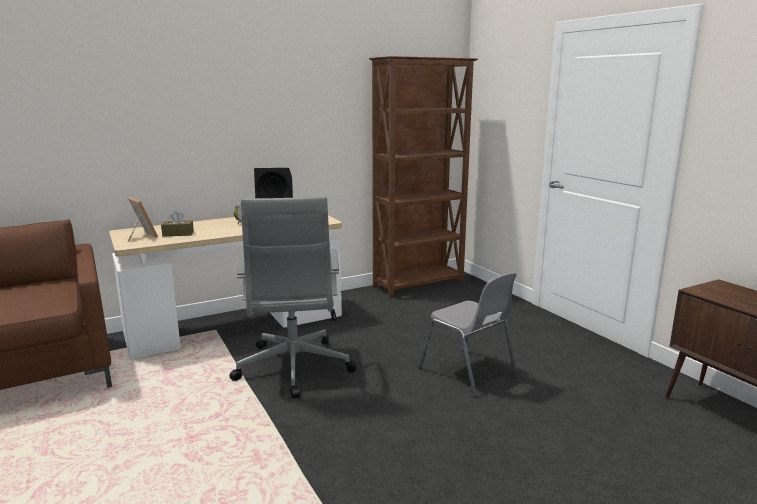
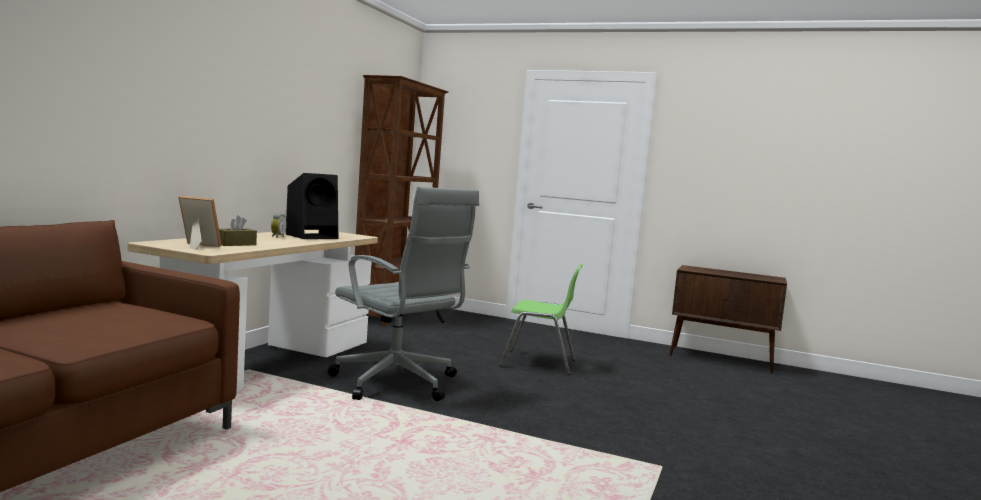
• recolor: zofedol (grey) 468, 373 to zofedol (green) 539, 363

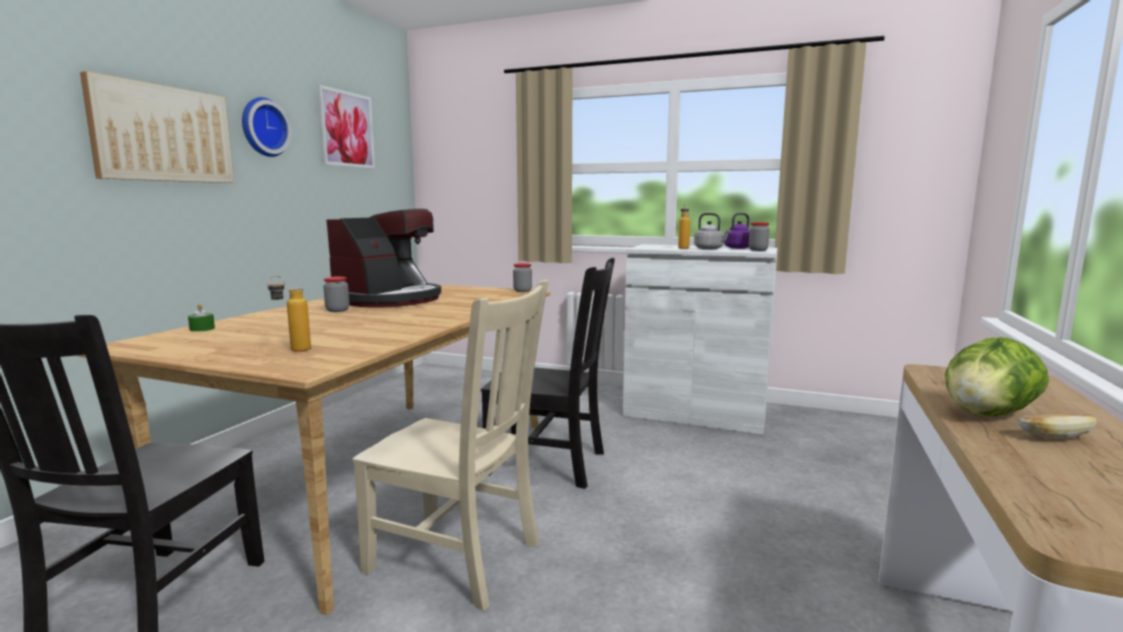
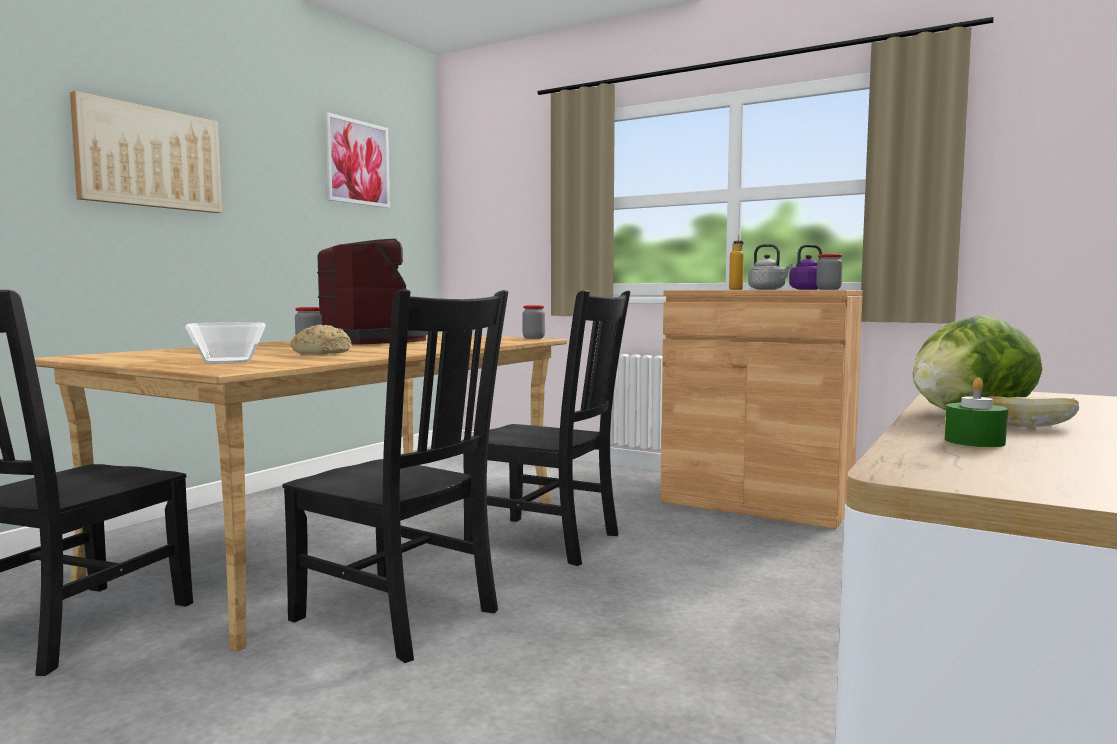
• delete: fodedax 263, 127
• rotate: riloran 390, 300 = 375, 340 75 degrees counterclockwise
• recolor: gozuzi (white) 695, 413 to gozuzi (brown) 756, 504
• replace: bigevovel 292, 350 to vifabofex 228, 362
• recolor: zofedol (beige) 459, 559 to zofedol (black) 399, 617
• move: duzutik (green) 202, 329 to 974, 441
• insert: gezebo 321, 353

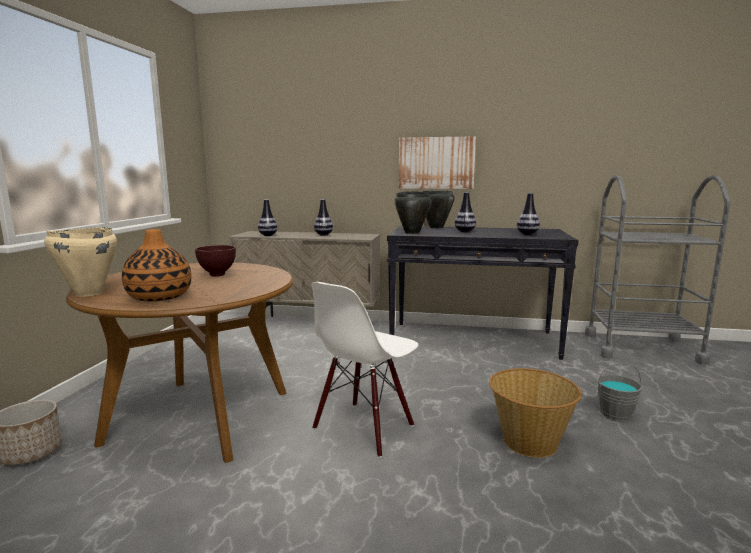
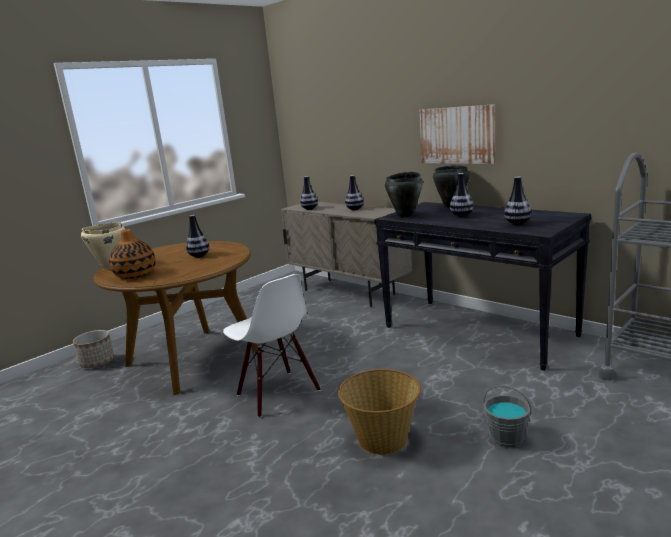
• replace: vifabofex (brown) 217, 275 to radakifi 199, 256
• rotate: zofedol (white) 364, 428 = 277, 393 105 degrees counterclockwise

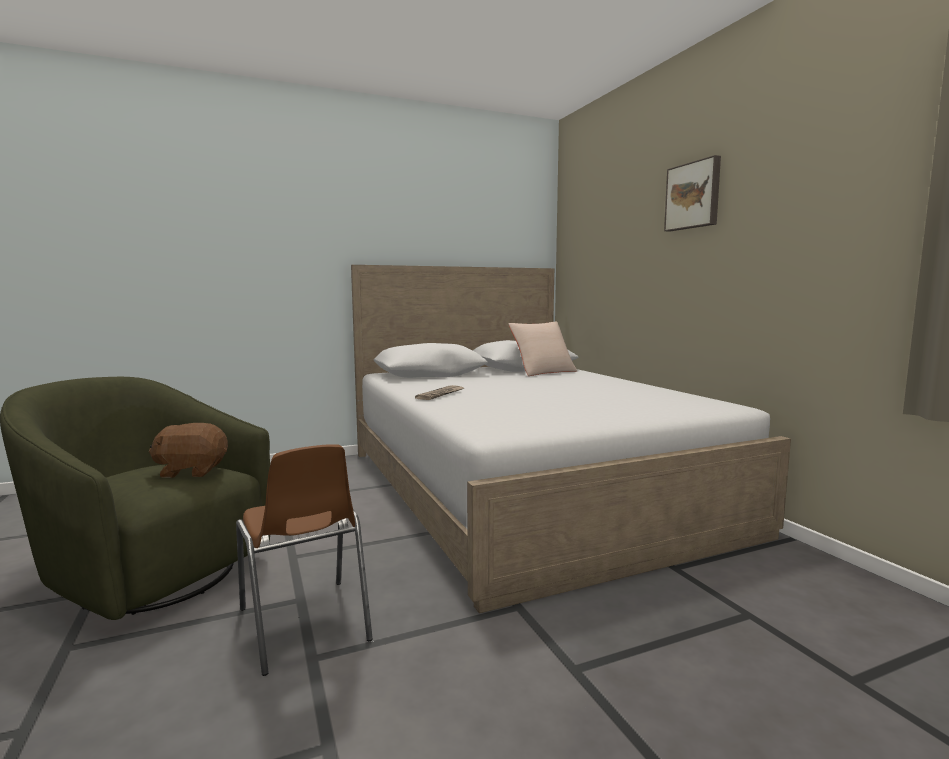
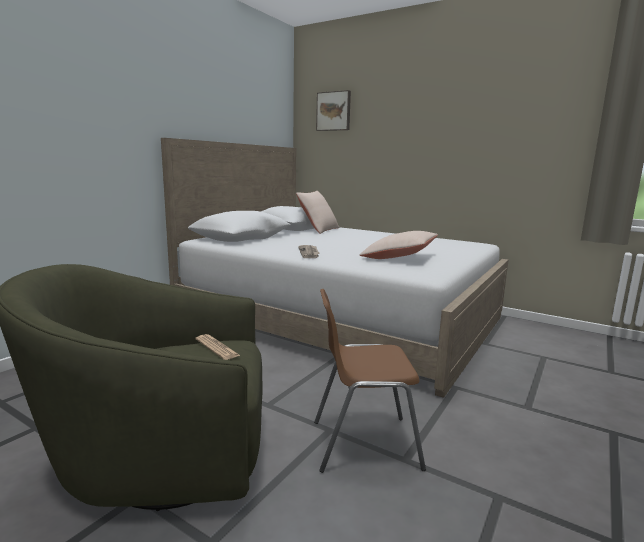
• move: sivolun 693, 195 to 334, 111
• replace: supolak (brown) 192, 471 to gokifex 217, 347
• rotate: zofedol (brown) 304, 625 = 363, 443 150 degrees clockwise
• insert: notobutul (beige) 399, 257

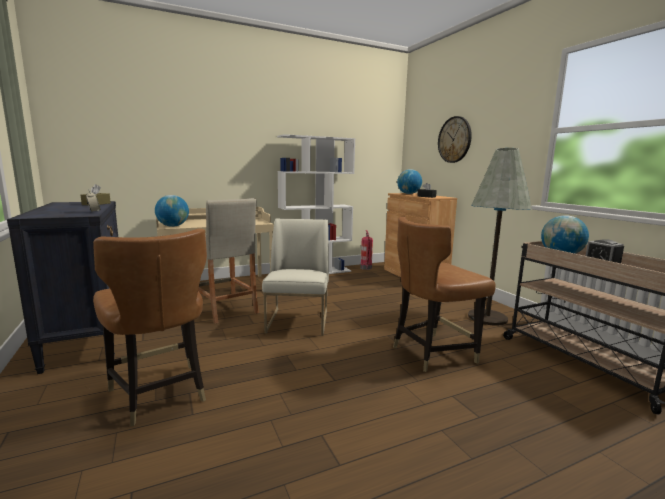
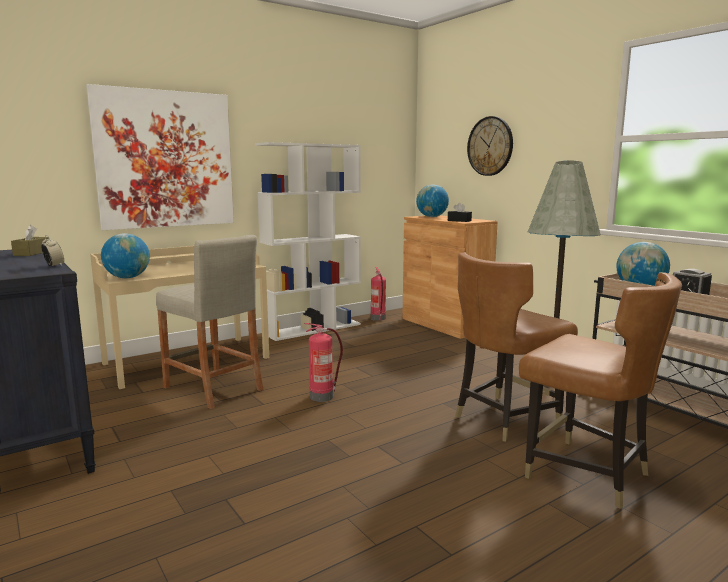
• replace: zofedol (white) 298, 322 to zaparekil 322, 396
• move: zofedol (brown) 160, 393 to 587, 473
• insert: sivolun 165, 159

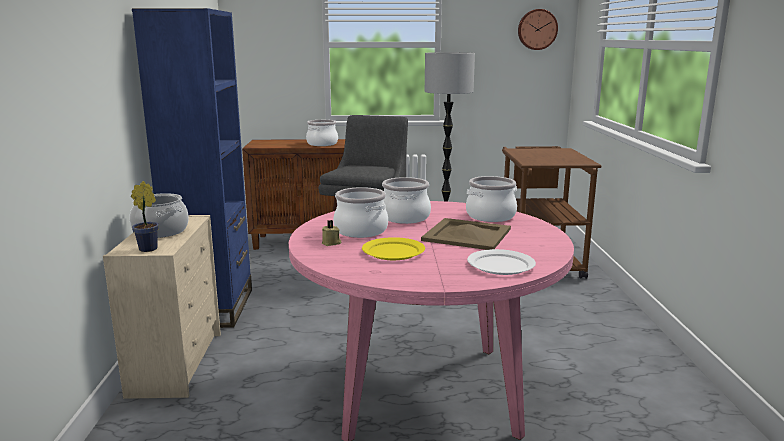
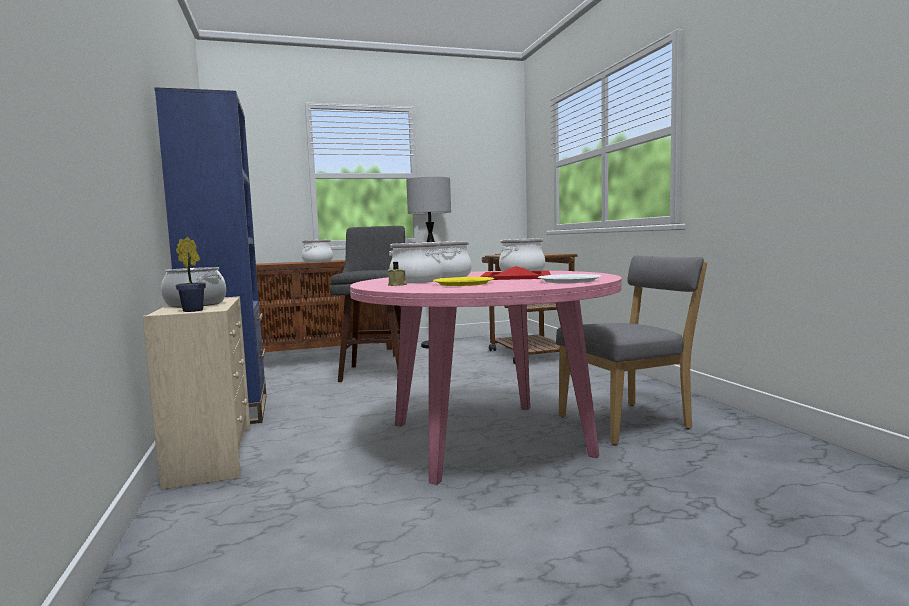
• delete: fodedax 537, 29
• recolor: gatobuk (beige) 466, 234 to gatobuk (red) 515, 276
• insert: zofedol (grey) 629, 422

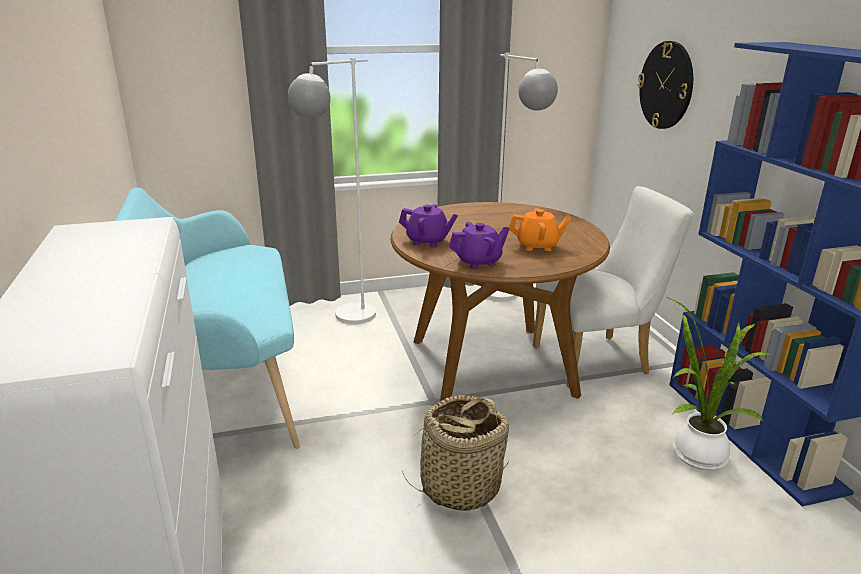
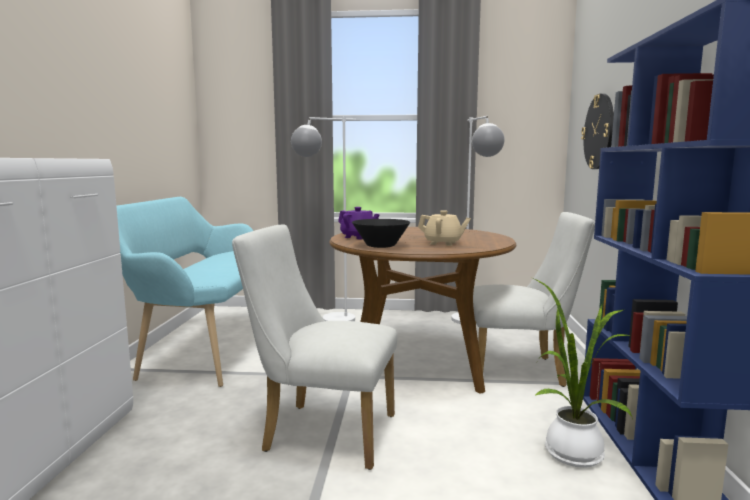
• recolor: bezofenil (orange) 537, 246 to bezofenil (beige) 443, 243
• replace: bezofenil (purple) 479, 262 to vifabofex (black) 380, 246
• replace: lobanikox 459, 486 to zofedol (white) 321, 432

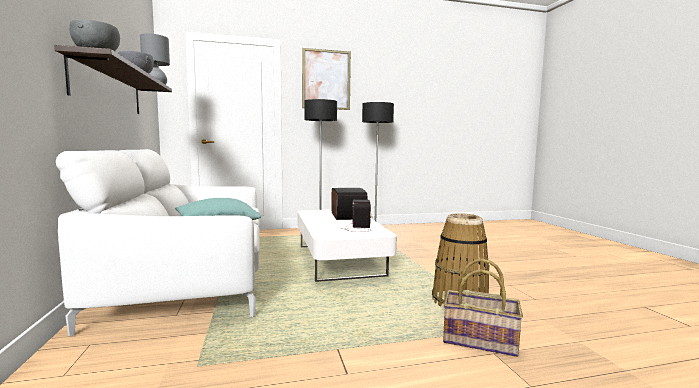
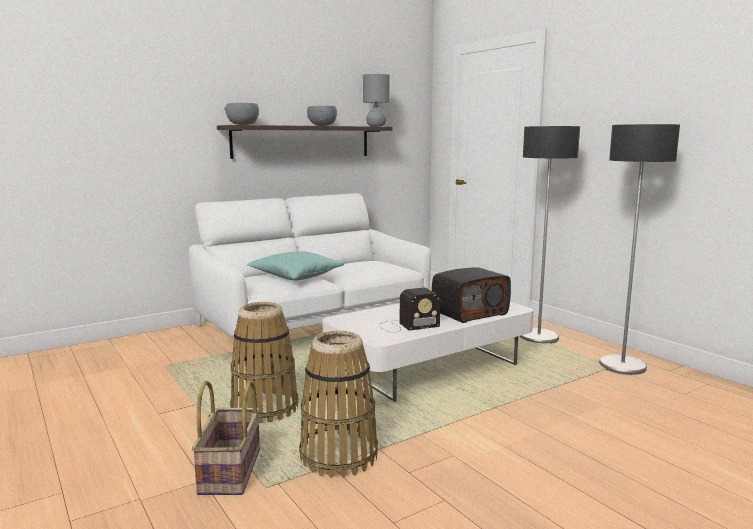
• delete: sivolun 326, 79
• insert: lobanikox 265, 408

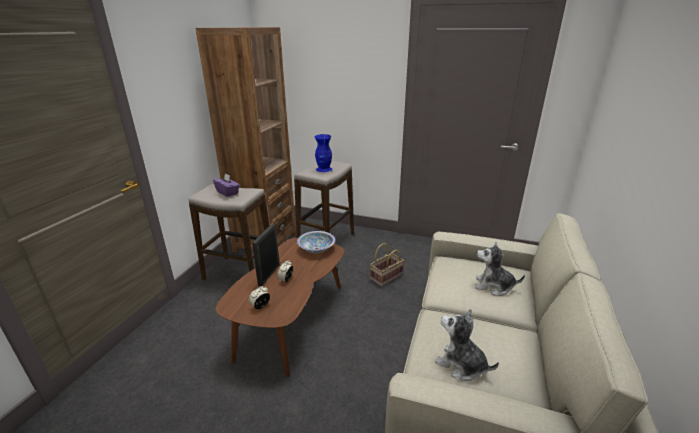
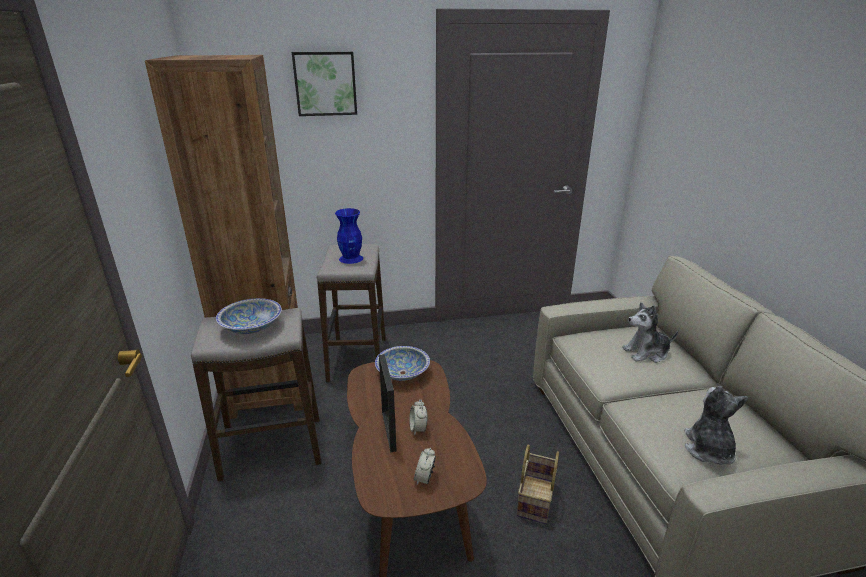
• replace: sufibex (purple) 228, 192 to vifabofex 251, 327
• move: lobanikox 386, 277 to 536, 500
• rotate: supolak 461, 365 = 708, 449 90 degrees clockwise
• insert: sivolun 325, 83

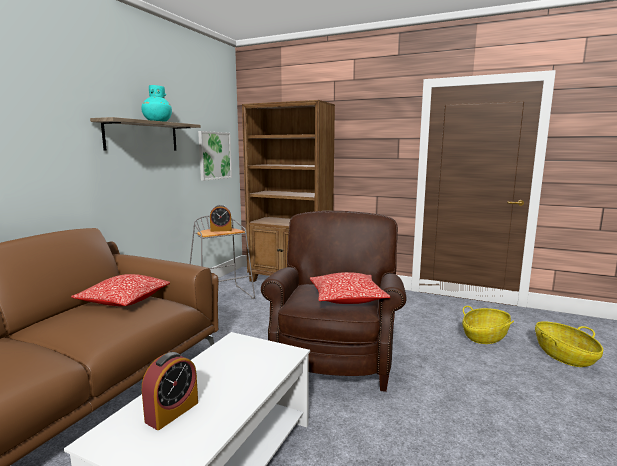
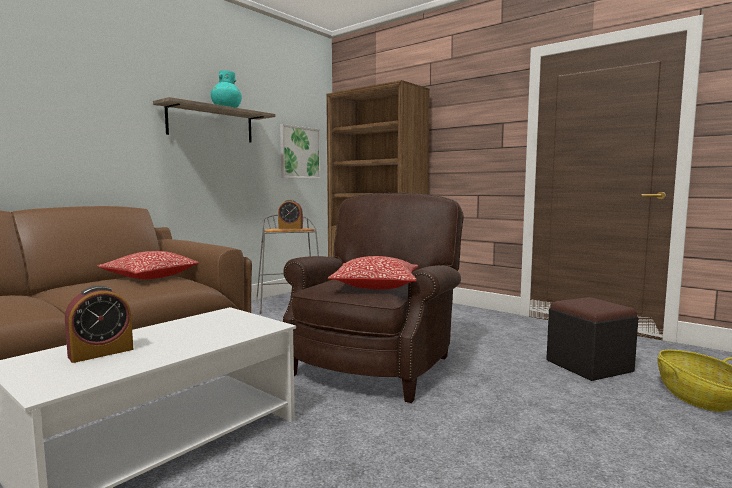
• replace: lobanikox 485, 336 to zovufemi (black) 588, 366

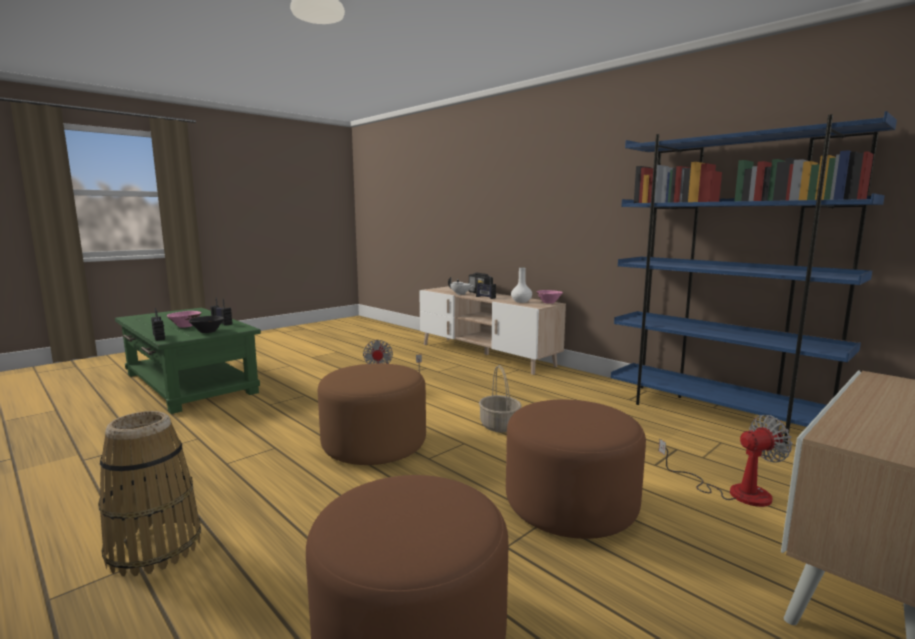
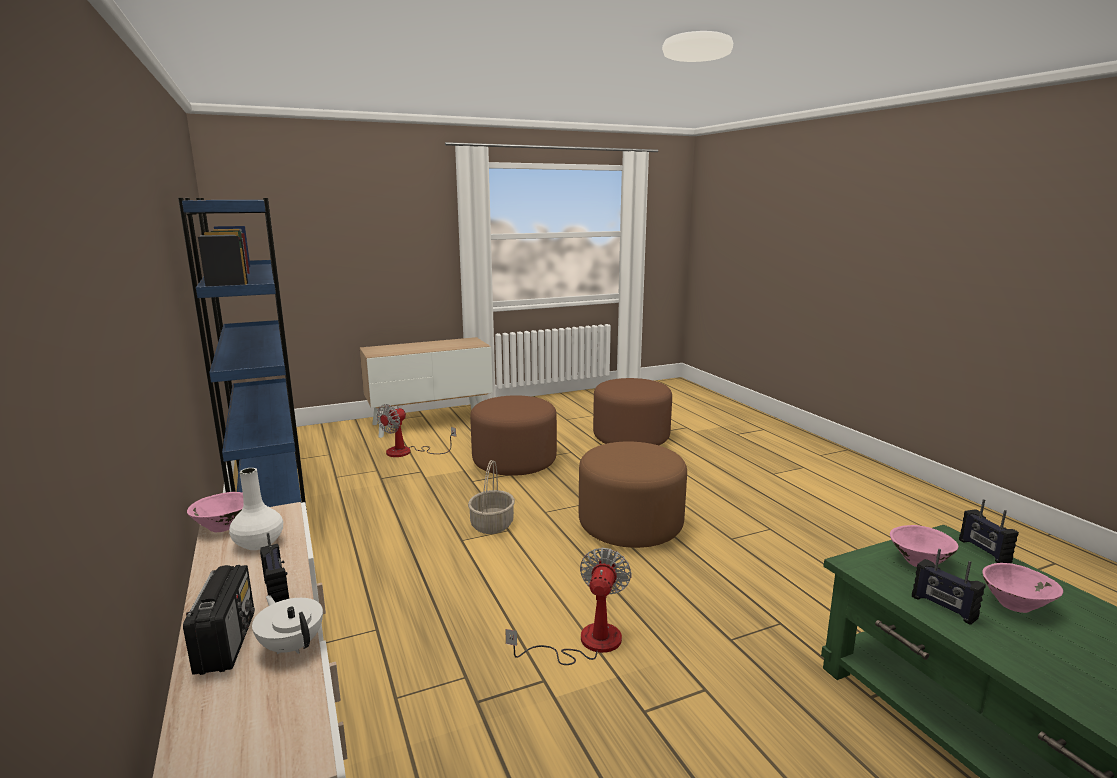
• recolor: vifabofex (black) 207, 332 to vifabofex (pink) 920, 561
• delete: lobanikox 154, 547
• rotate: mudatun 734, 491 = 408, 452 60 degrees counterclockwise

